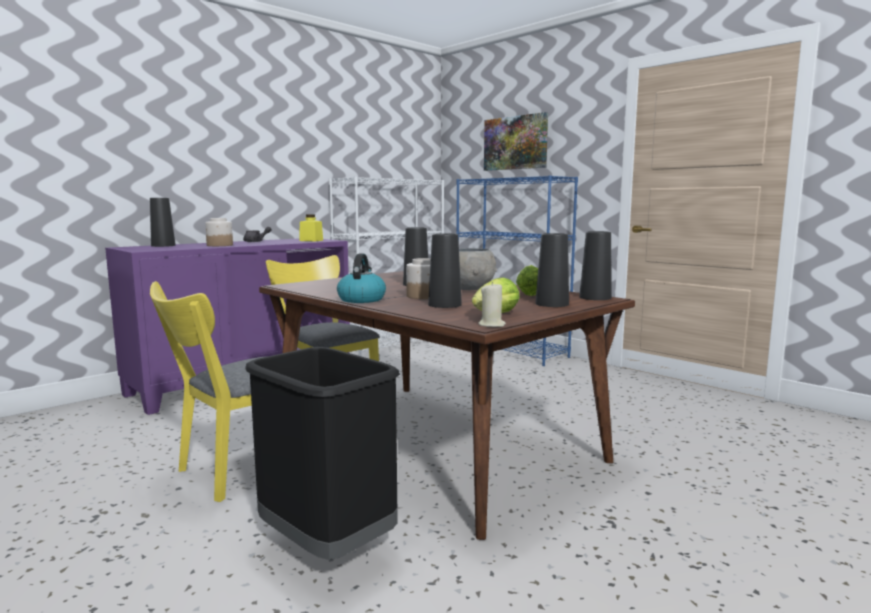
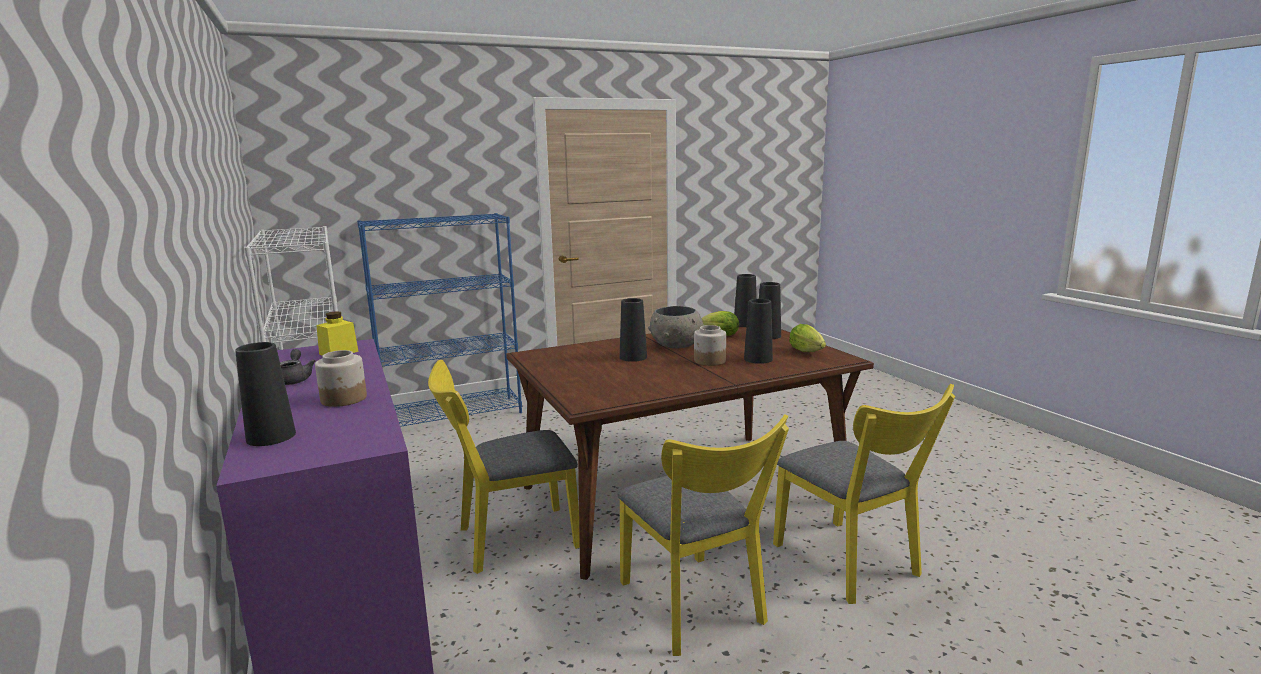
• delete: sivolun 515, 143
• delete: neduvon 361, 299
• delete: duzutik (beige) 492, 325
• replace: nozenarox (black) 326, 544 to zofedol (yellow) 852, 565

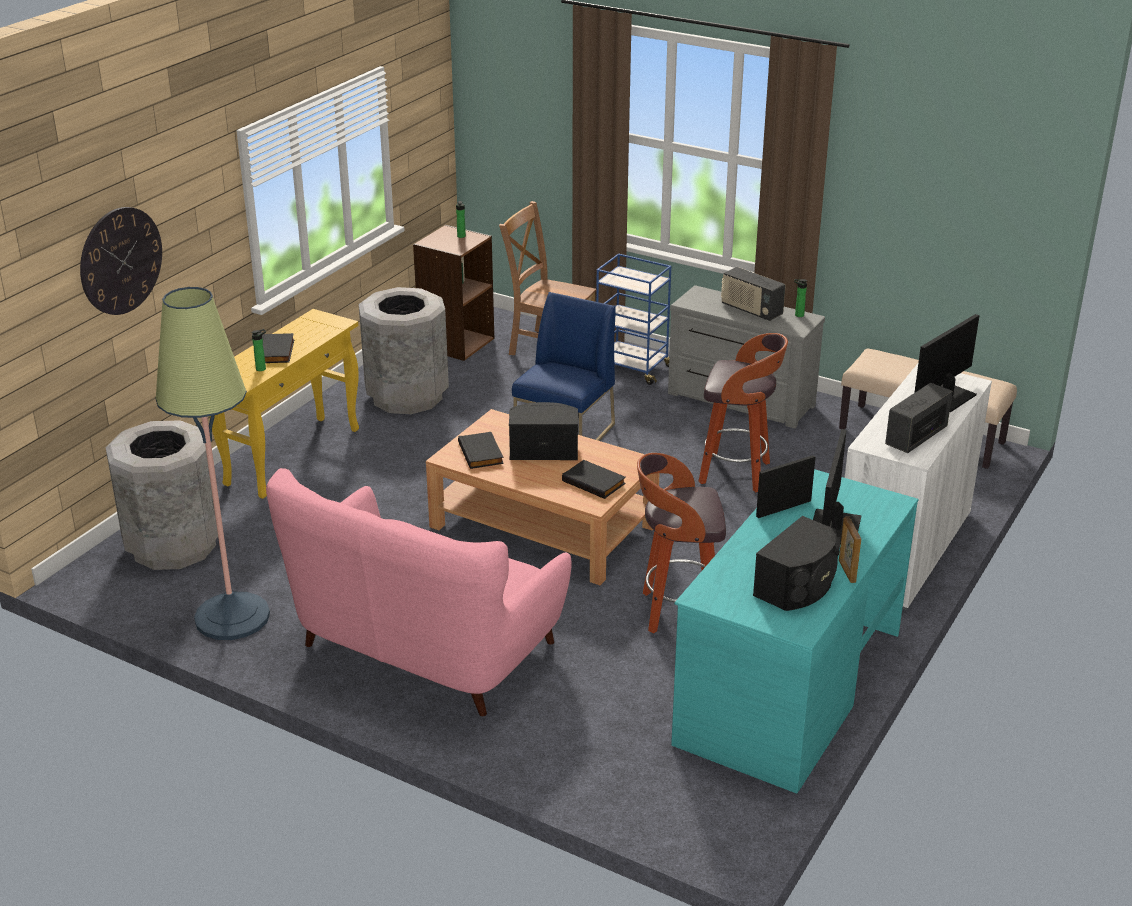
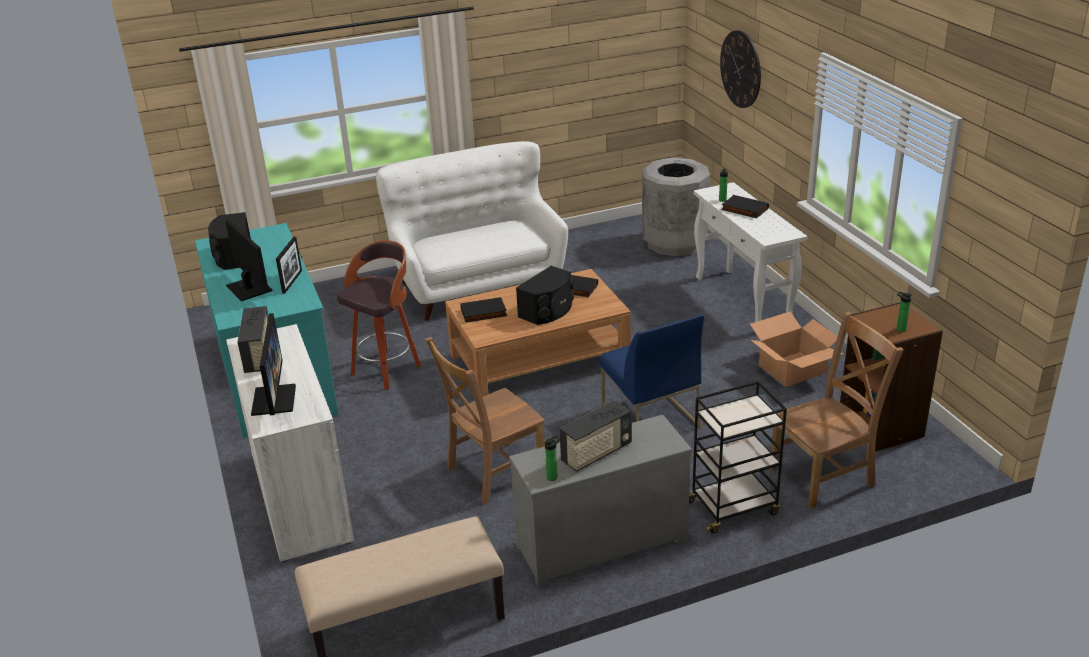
• recolor: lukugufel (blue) 632, 368 to lukugufel (black) 733, 507
• rotate: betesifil 751, 310 = 596, 453 150 degrees clockwise
• delete: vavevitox 232, 617
• replace: nozenarox (grey) 406, 396 to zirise 793, 369
• recolor: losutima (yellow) 293, 456 to losutima (white) 743, 301
• replace: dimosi 737, 473 to zofedol (brown) 492, 473
• recolor: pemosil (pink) 424, 648 to pemosil (white) 478, 284
• delete: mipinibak 847, 571

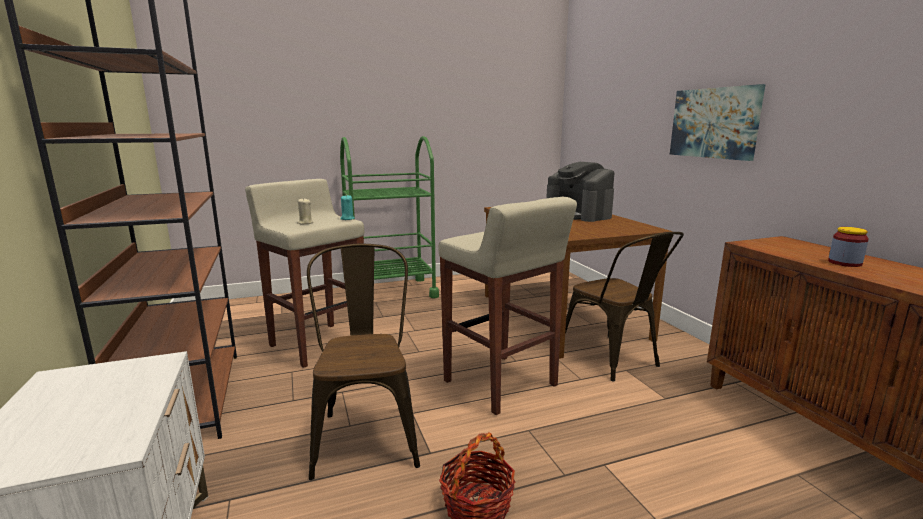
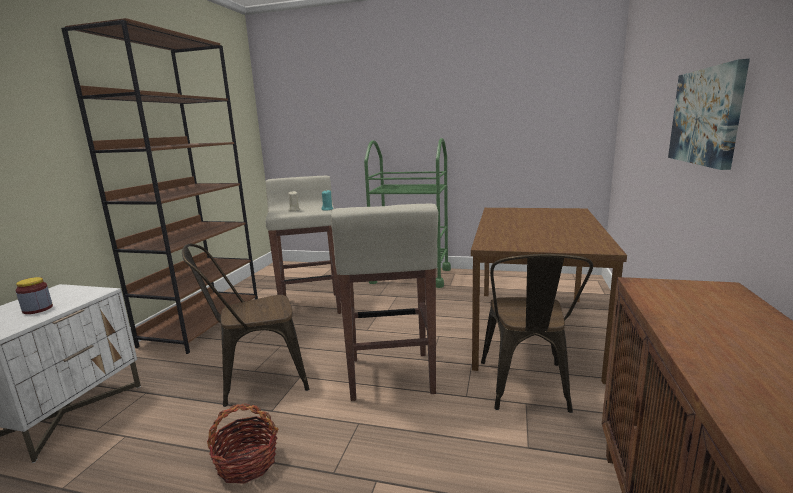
• delete: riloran 578, 215
• move: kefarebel 844, 263 to 37, 309
• rotate: zofedol (brown) 366, 433 = 256, 380 135 degrees counterclockwise

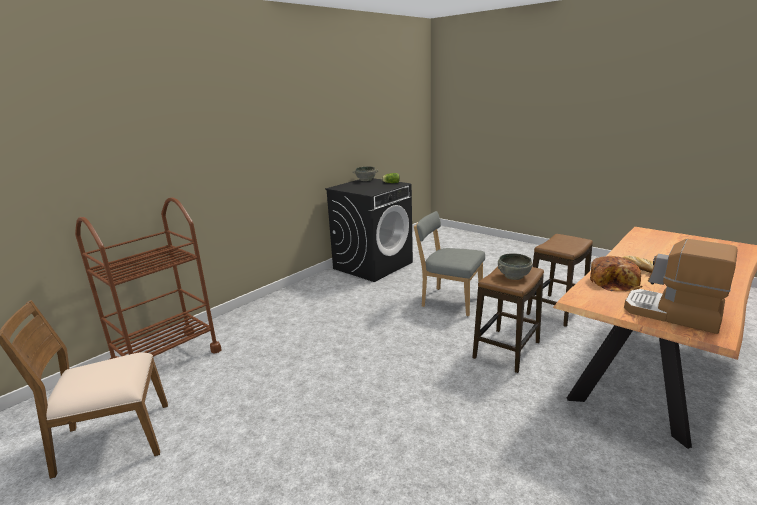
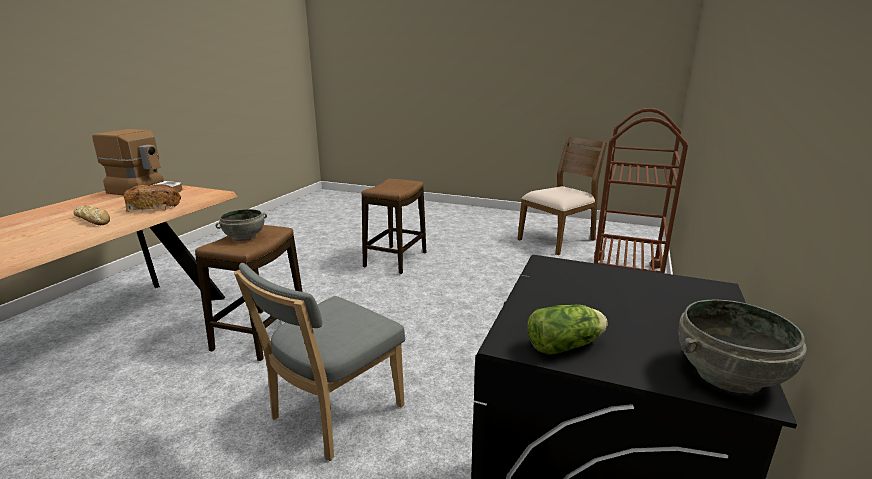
• rotate: zofedol (grey) 449, 301 = 332, 415 120 degrees clockwise
• move: dimosi 556, 310 to 395, 260

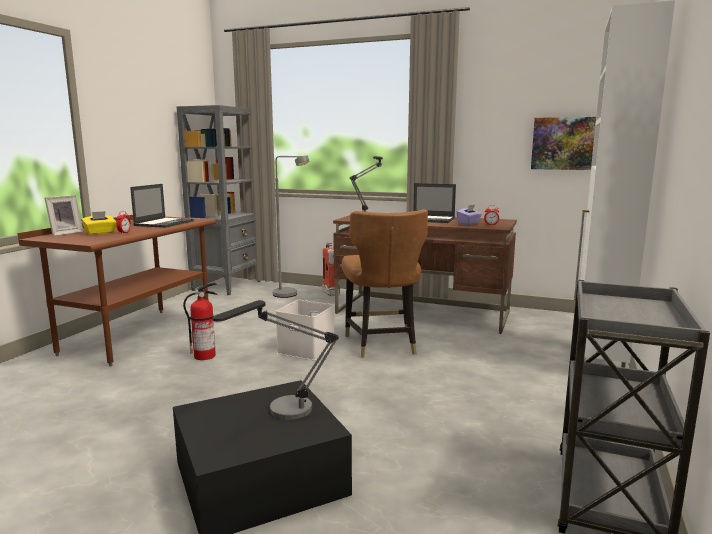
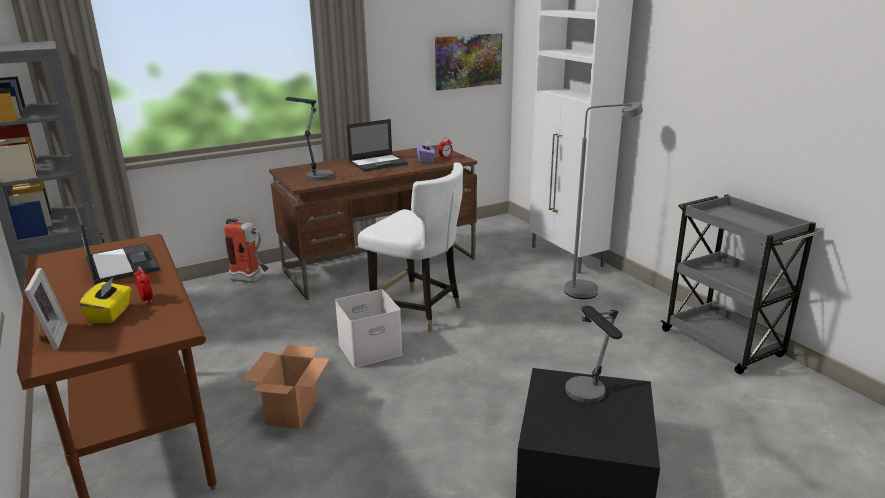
• move: vavevitox (grey) 290, 295 to 589, 290
• recolor: zofedol (brown) 382, 344 to zofedol (white) 417, 311
• replace: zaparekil 205, 355 to zirise 292, 411

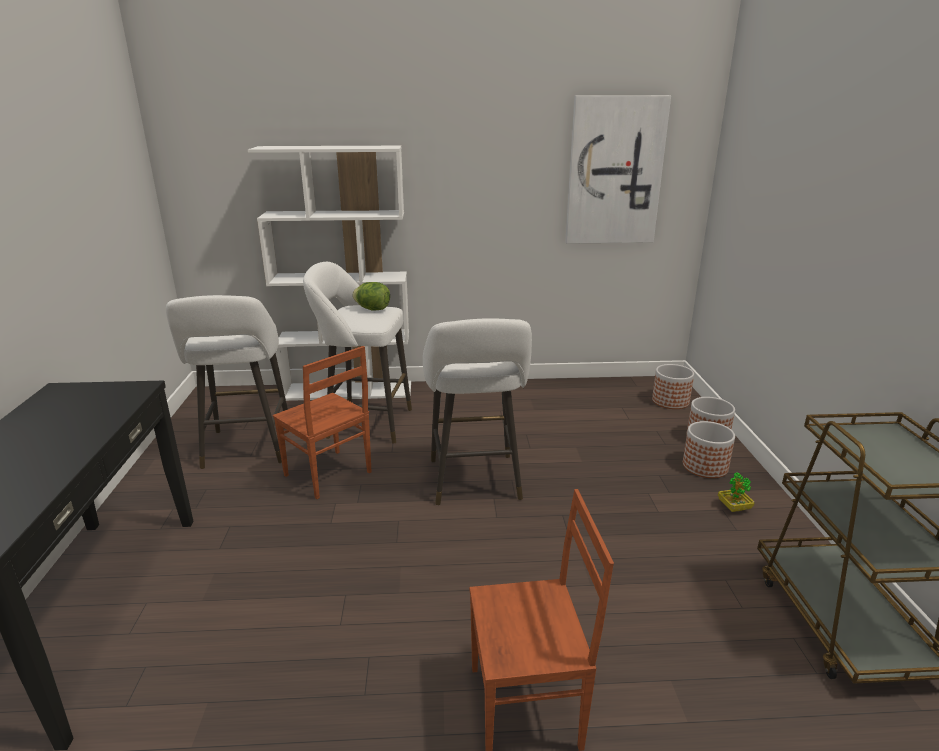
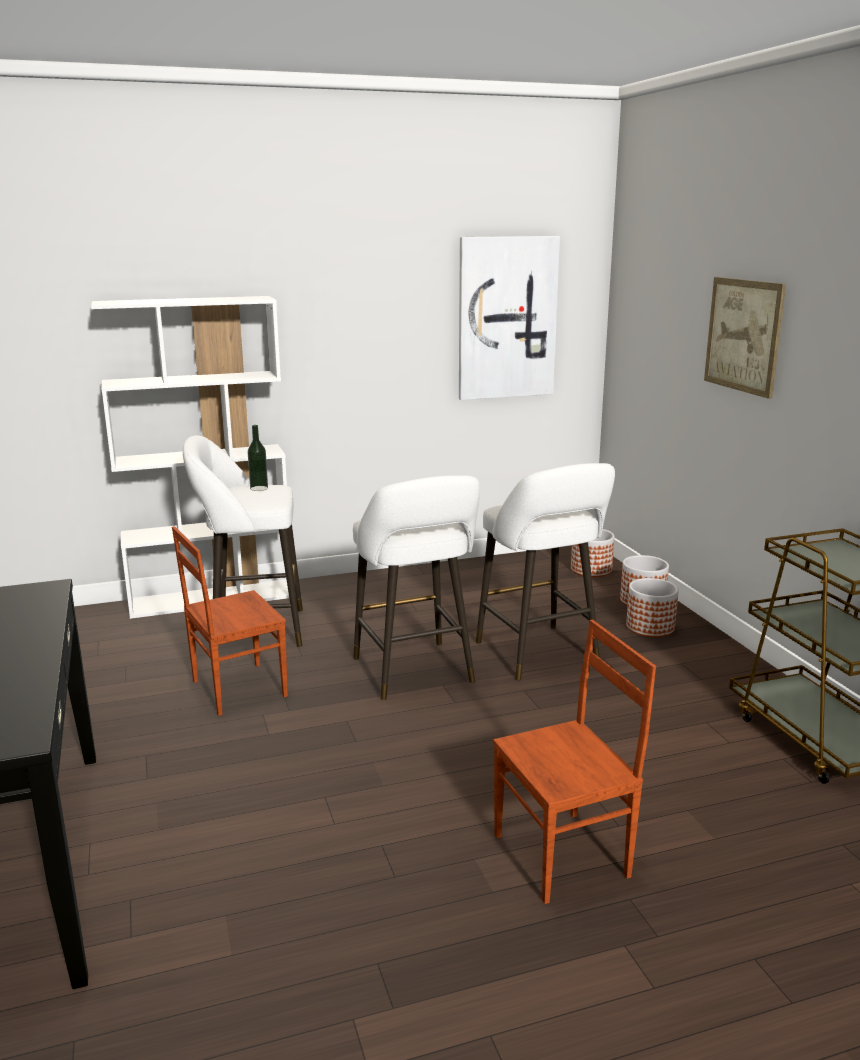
• replace: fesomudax 372, 309 to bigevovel 259, 488
• move: dimosi (white) 247, 449 to 540, 655
• rotate: zofedol (brown) 327, 475 = 237, 688 120 degrees clockwise
• delete: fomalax 733, 508
• insert: sivolun 743, 335

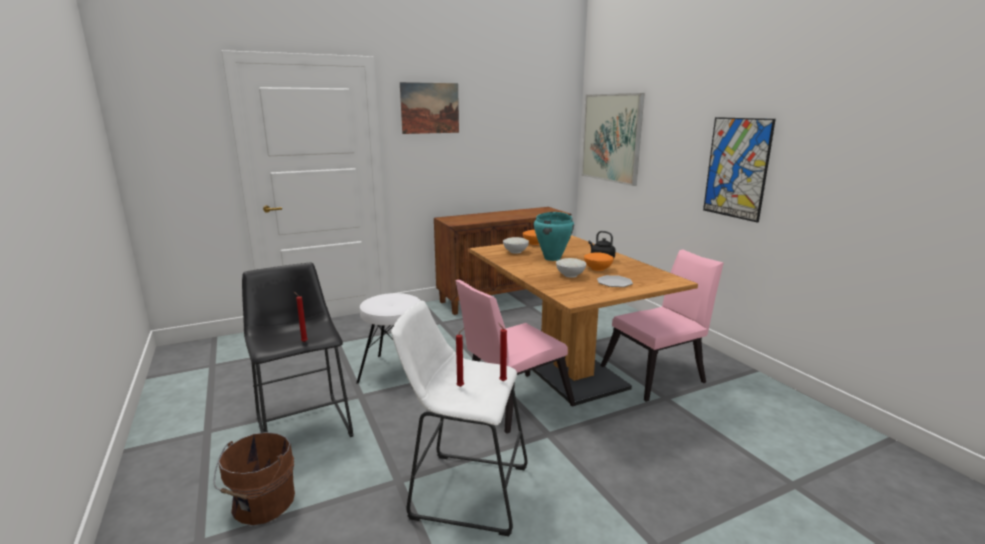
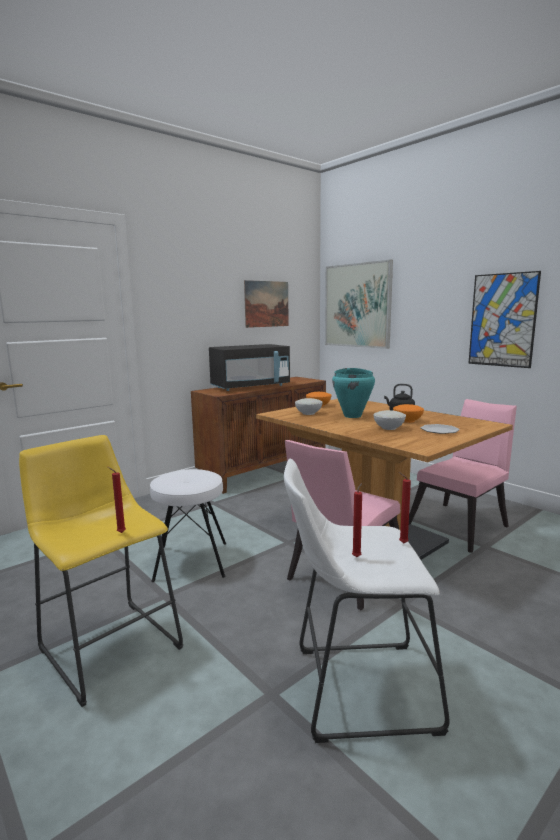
• move: sivolun 430, 108 to 266, 304
• recolor: dimosi (black) 303, 423 to dimosi (yellow) 107, 643
• delete: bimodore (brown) 261, 504
• insert: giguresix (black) 250, 387

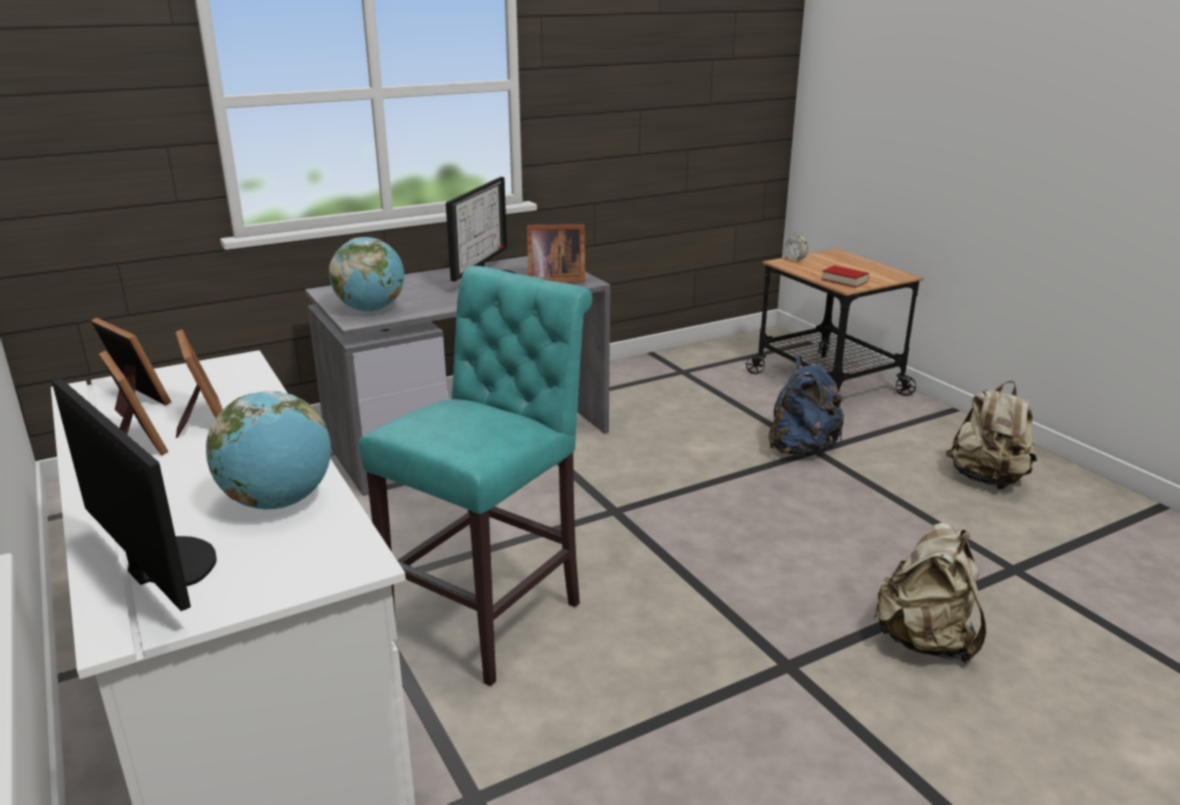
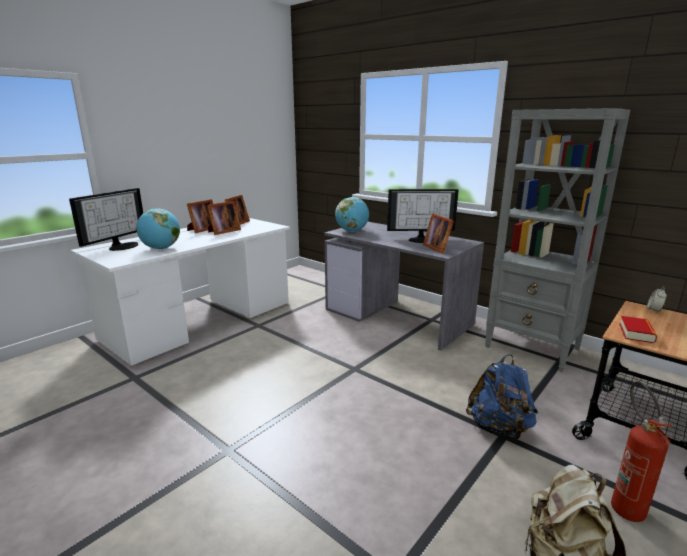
• delete: dimosi (turquoise) 492, 614
• delete: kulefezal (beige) 925, 641
• insert: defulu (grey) 533, 348
• insert: zaparekil 623, 503

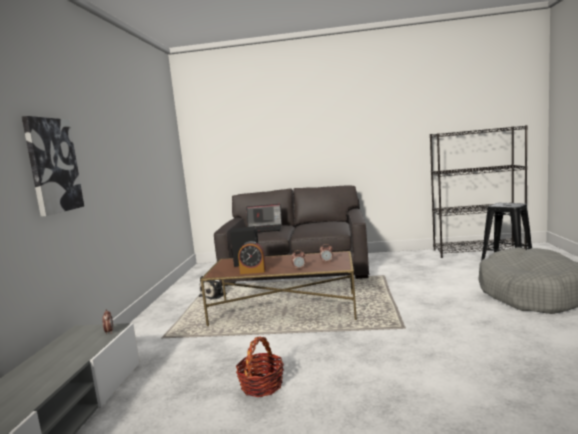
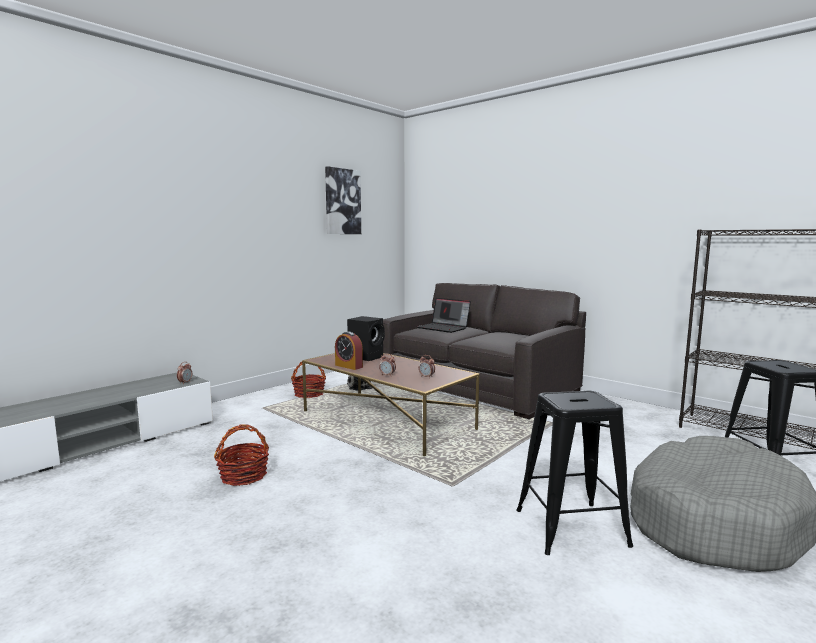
• move: sivolun 52, 165 to 342, 201
• insert: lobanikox 309, 394
• insert: dimosi (black) 570, 528

